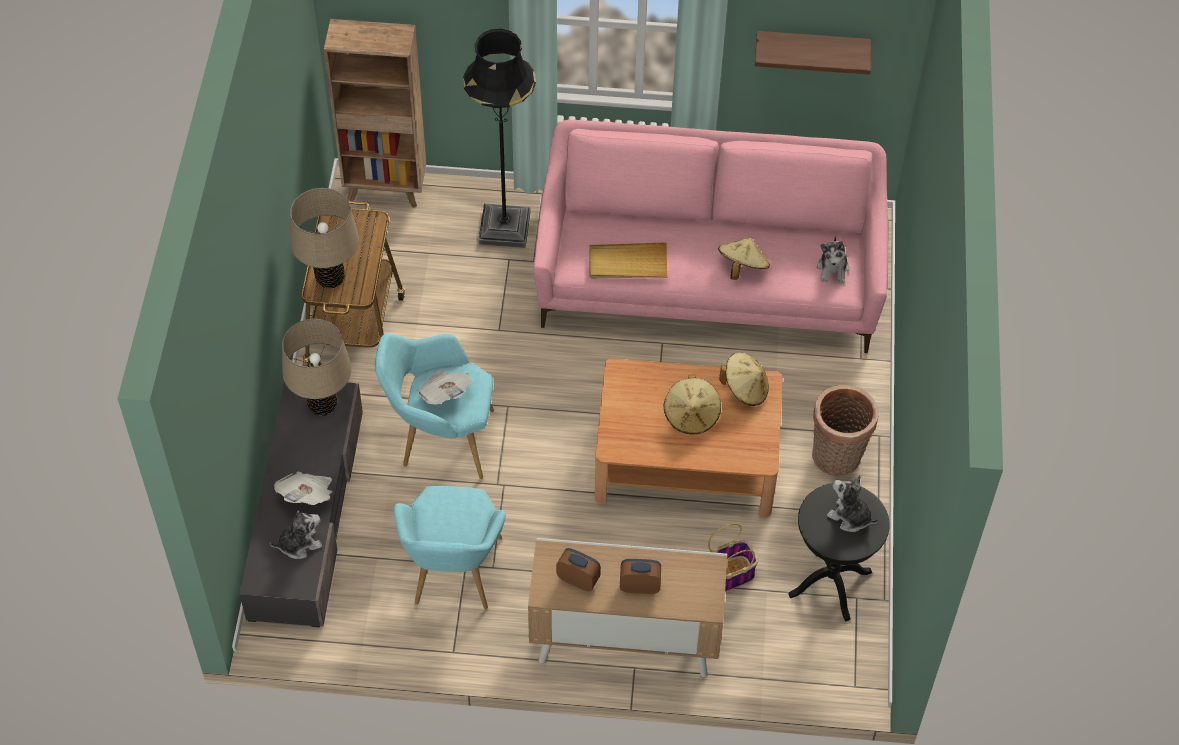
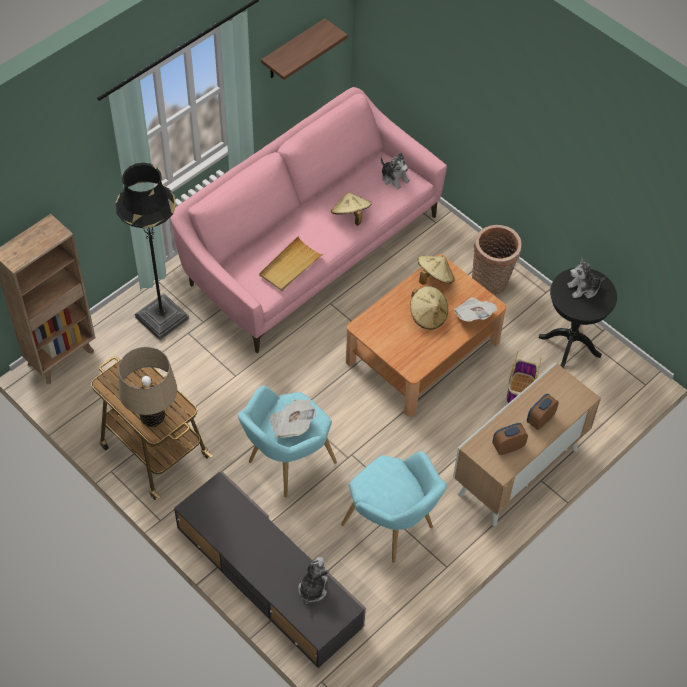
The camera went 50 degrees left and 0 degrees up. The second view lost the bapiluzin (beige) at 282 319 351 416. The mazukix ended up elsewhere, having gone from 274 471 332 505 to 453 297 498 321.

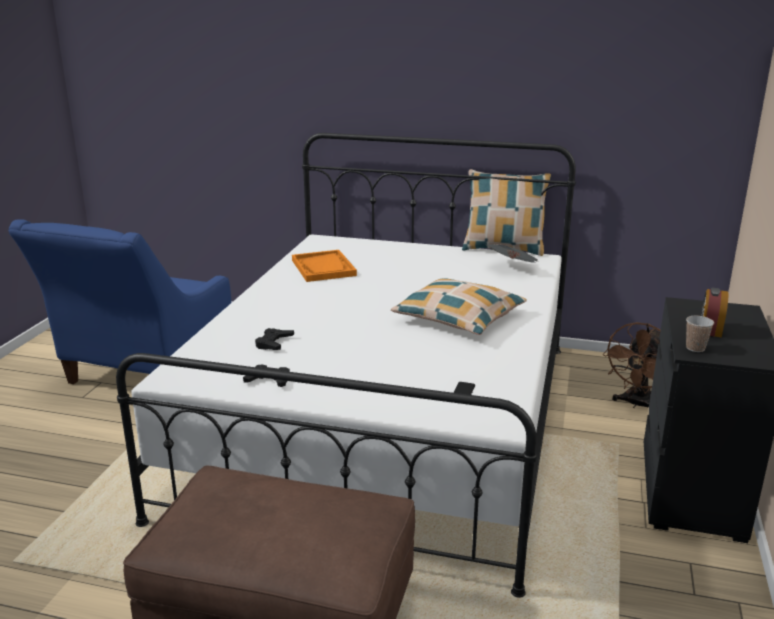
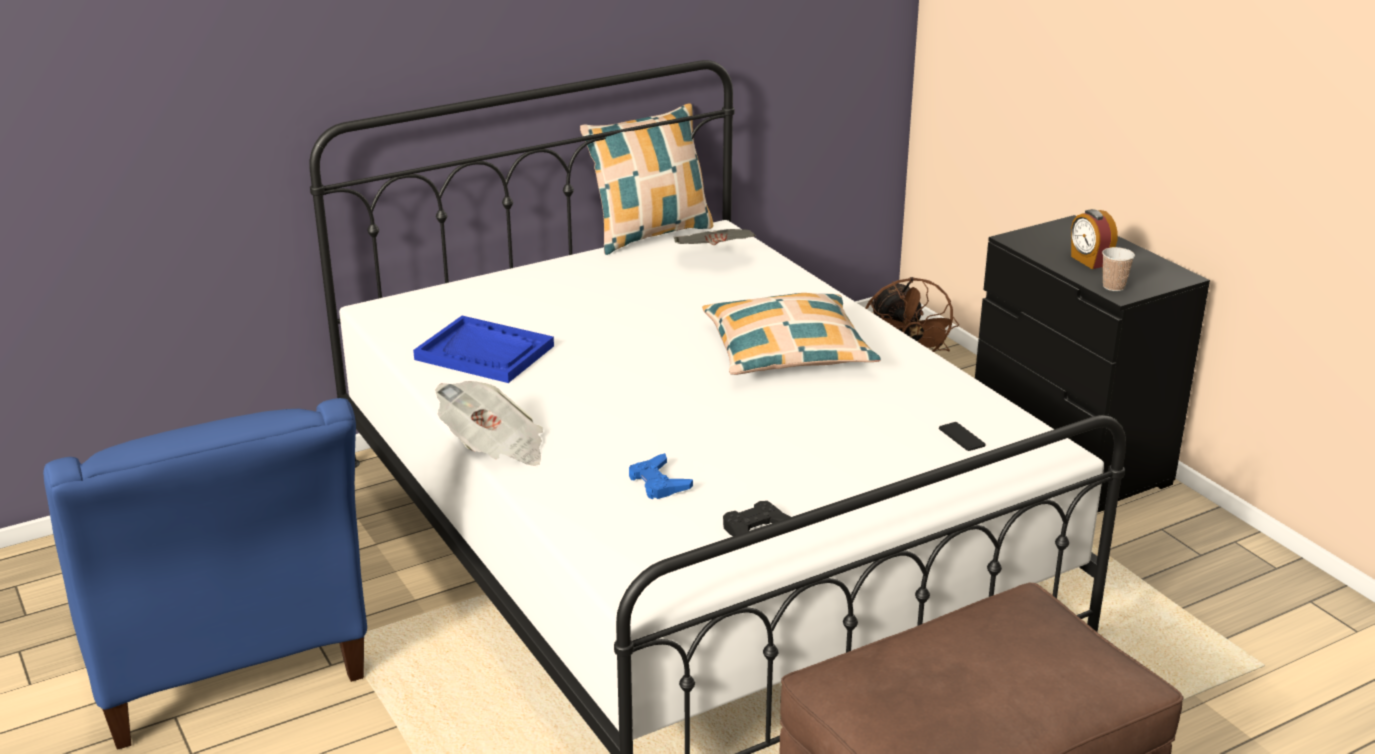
The camera went 45 degrees left and 5 degrees up. The second view gained the mazukix at 435 381 543 466. What was the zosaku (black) at 255 328 294 350 turned into the zosaku (blue) at 629 453 693 499. What was the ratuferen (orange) at 292 250 357 282 turned into the ratuferen (blue) at 413 316 554 383.

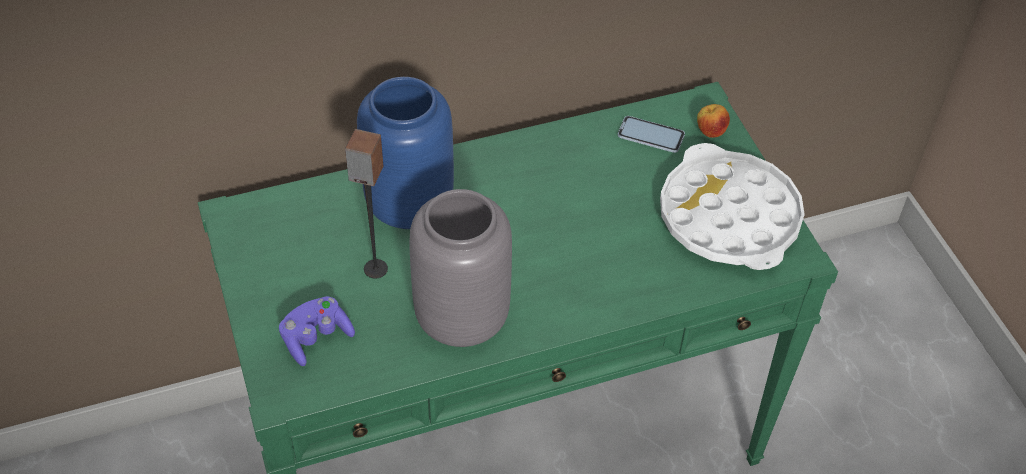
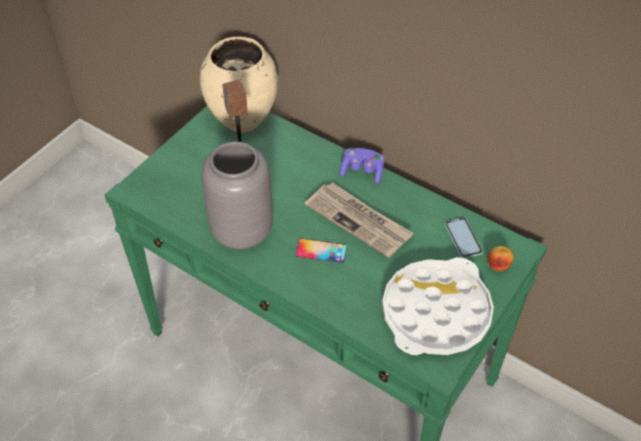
The camera went 55 degrees right and 0 degrees up. The second view lost the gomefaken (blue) at 357 77 454 229. The second view gained the gomefaken (beige) at 200 36 278 132. The second view gained the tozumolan at 296 238 347 263. The second view gained the mazukix at 305 182 413 258. The zosaku (purple) ended up elsewhere, having gone from 279 296 355 366 to 340 148 384 184.

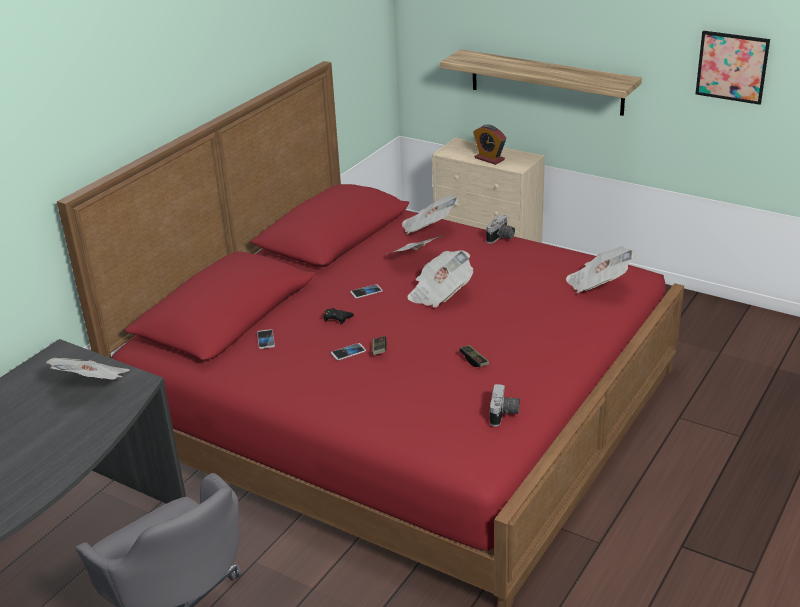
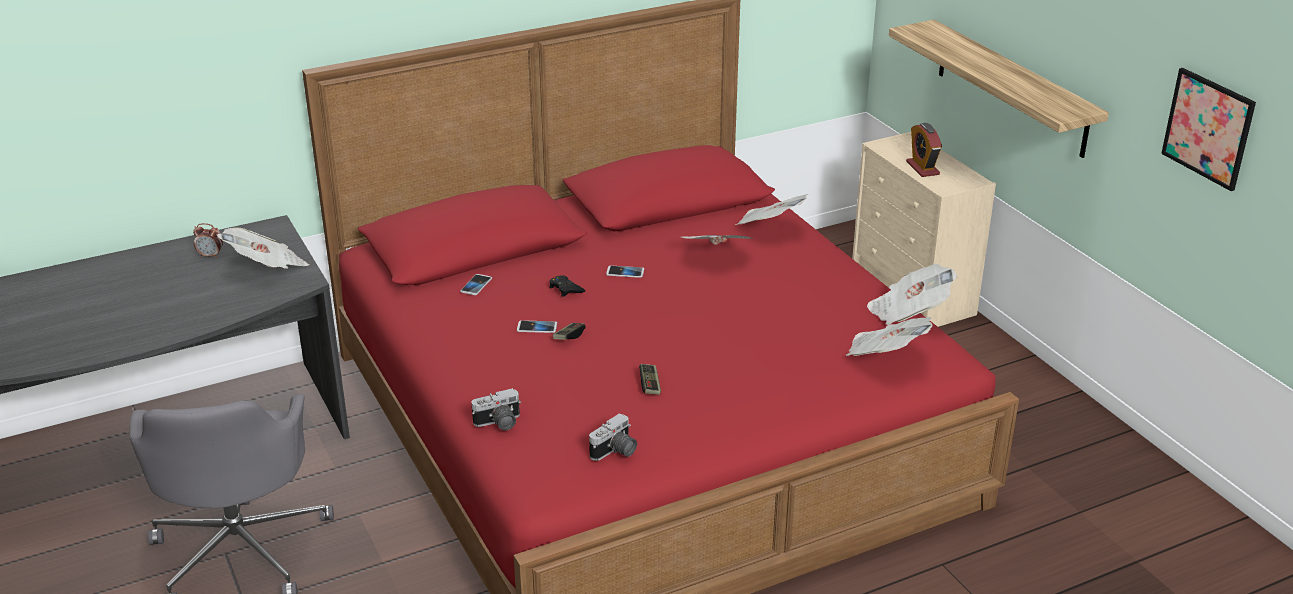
The camera went 30 degrees right and 0 degrees up. The second view gained the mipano at 193 223 223 258. The mazukix ended up elsewhere, having gone from 407 250 473 307 to 867 264 957 325. The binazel ended up elsewhere, having gone from 486 215 515 244 to 471 388 521 430.

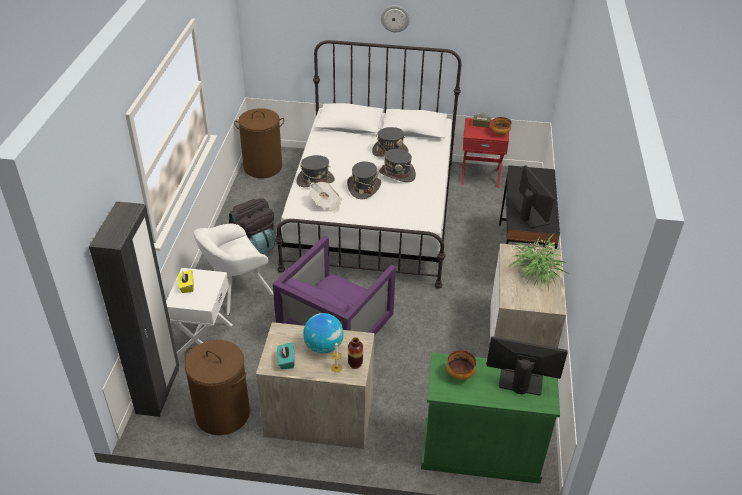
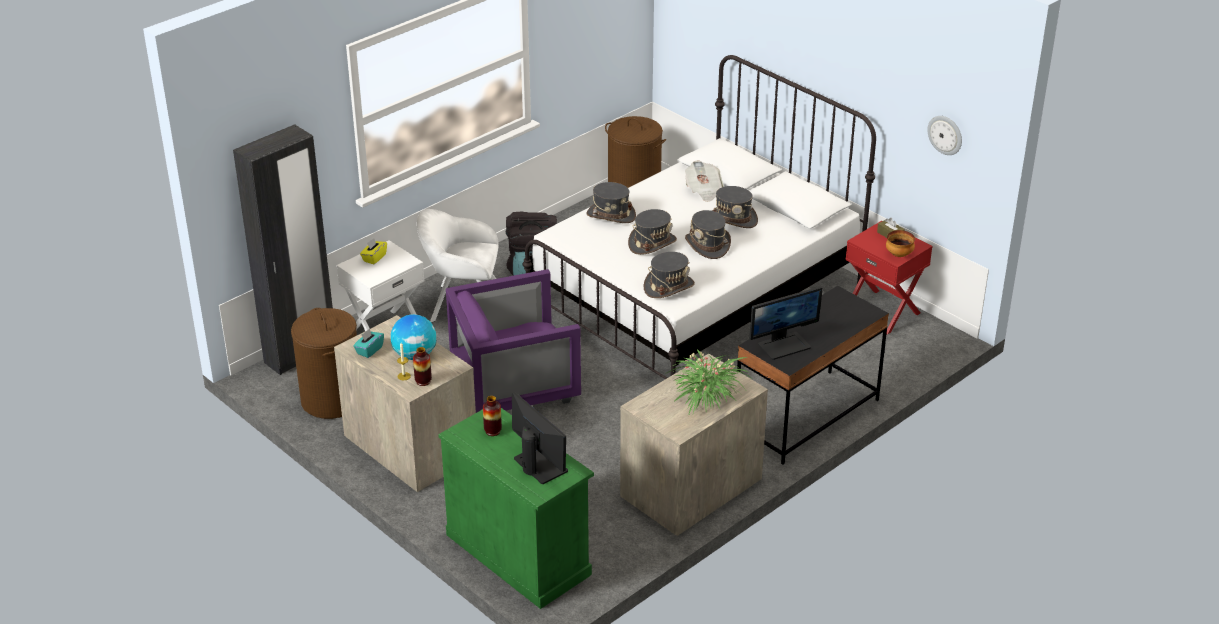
The camera went 40 degrees right and 5 degrees down. The second view gained the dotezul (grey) at 644 252 695 298. The mazukix ended up elsewhere, having gone from 309 182 342 212 to 685 160 724 202. The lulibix ended up elsewhere, having gone from 381 5 410 33 to 927 116 962 155. Where the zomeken stood at 446 350 476 380, the gomefaken came to stand at 483 396 502 436. The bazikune at 516 165 555 228 ended up facing another way, 45 degrees clockwise from before.

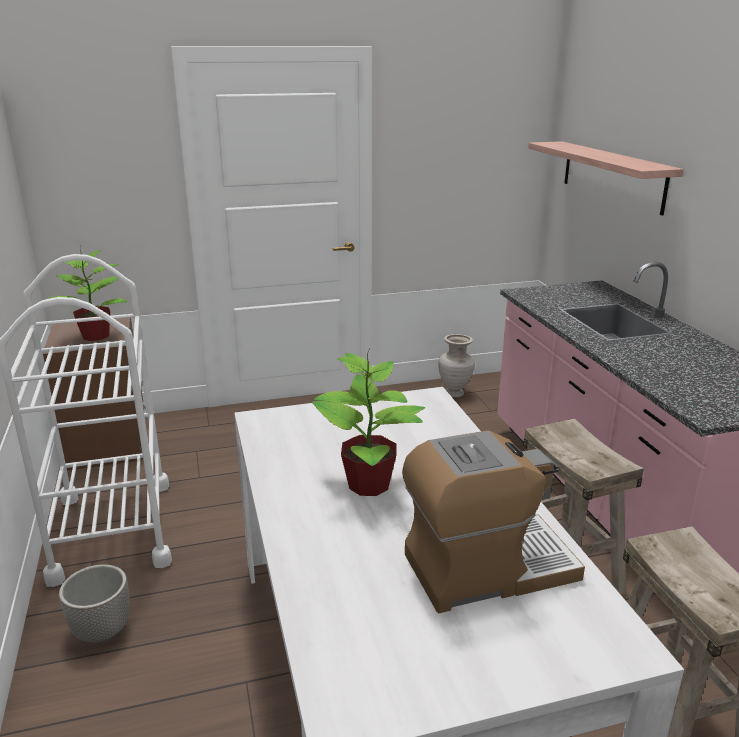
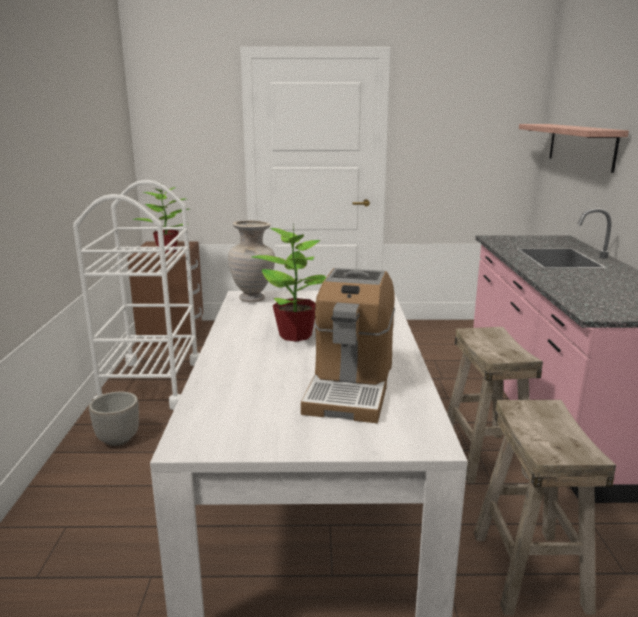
The camera went 15 degrees right and 5 degrees down. The gomefaken (beige) ended up elsewhere, having gone from 438 334 475 397 to 228 221 275 302. The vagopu at 402 430 585 613 ended up facing another way, 105 degrees clockwise from before.

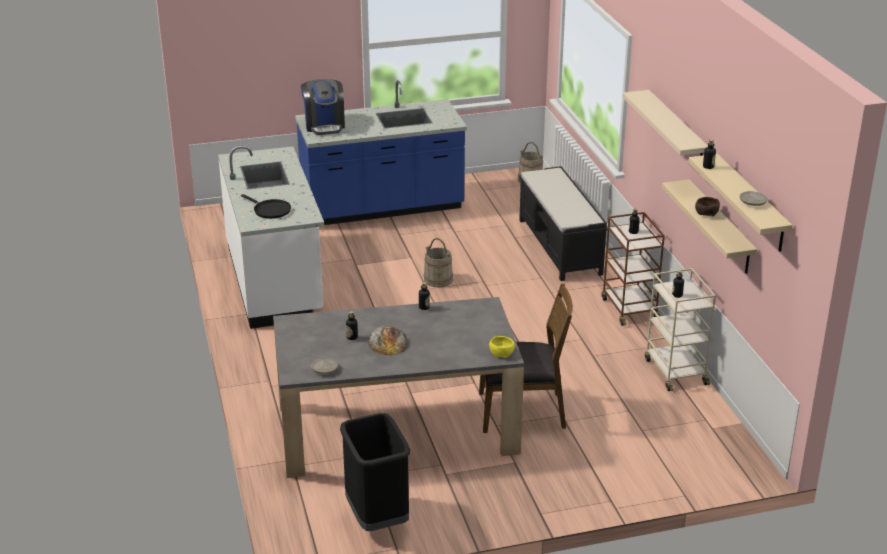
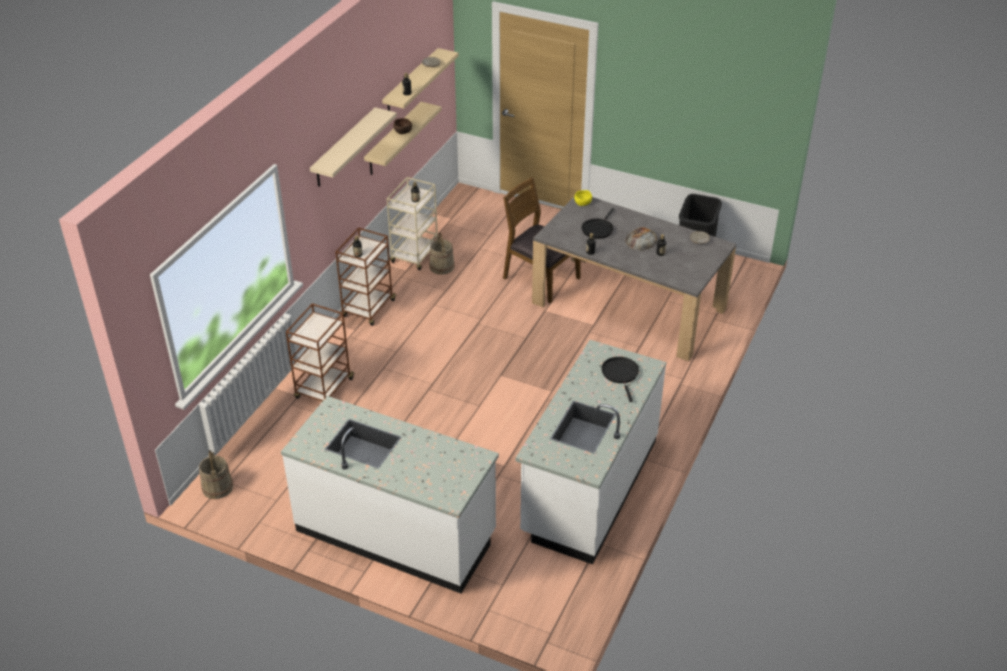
The camera went 140 degrees left and 10 degrees up. The second view lost the vagopu at 301 79 345 135. The second view gained the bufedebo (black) at 582 208 615 239. The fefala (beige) ended up elsewhere, having gone from 424 238 453 288 to 429 233 455 275. Where the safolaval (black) stood at 519 166 608 281, the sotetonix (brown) came to stand at 286 303 355 402. What was the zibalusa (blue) at 295 80 467 225 turned into the zibalusa (white) at 281 396 499 593.

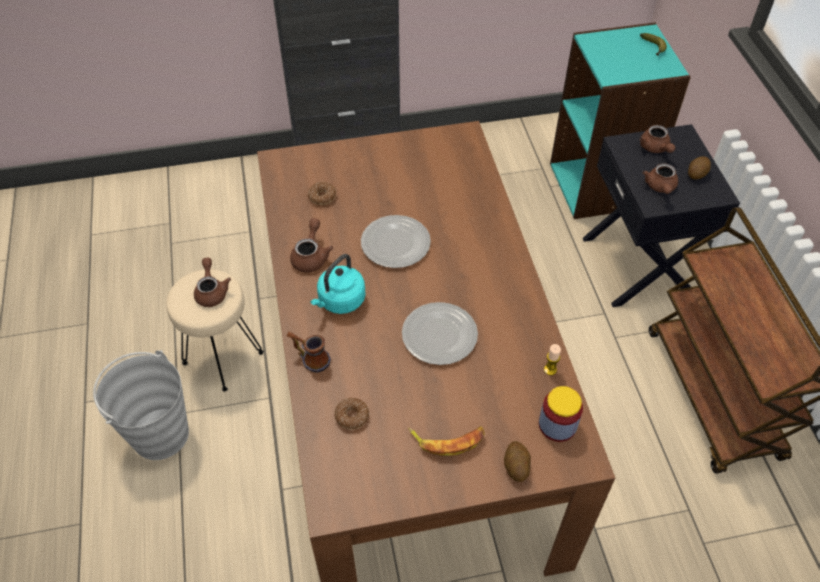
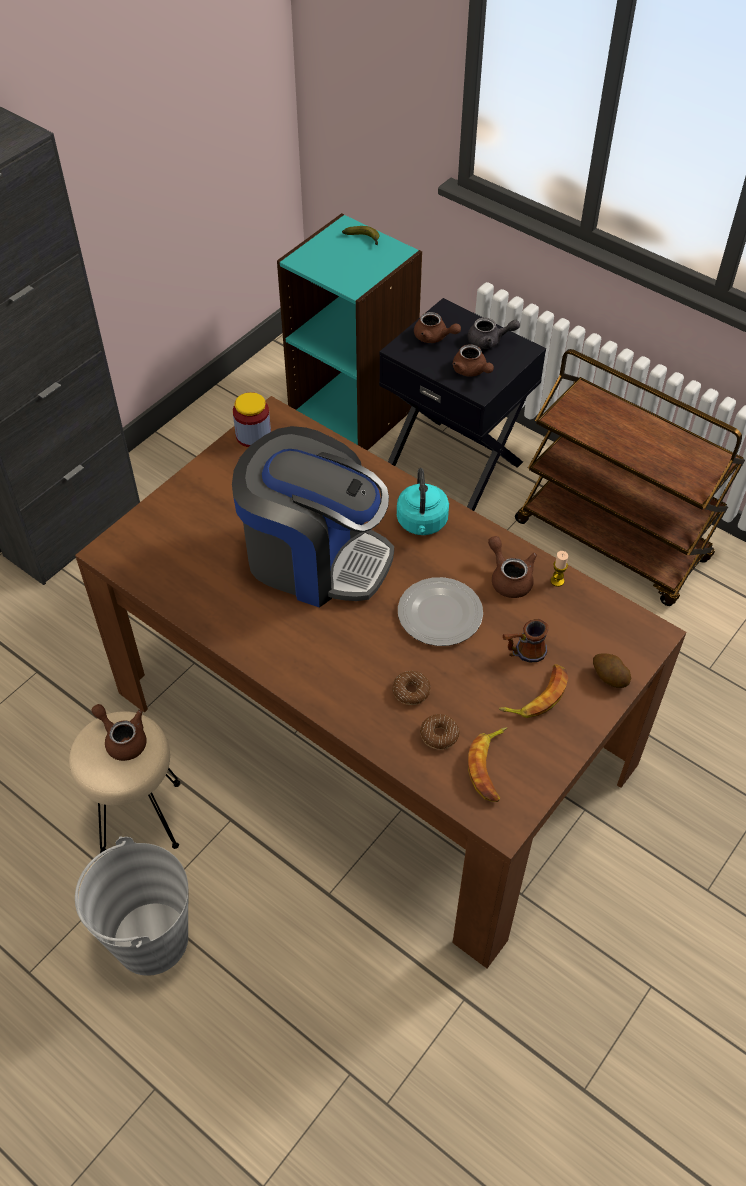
The camera went 40 degrees left and 0 degrees up. The second view gained the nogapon at 468 727 507 802. The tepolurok ended up elsewhere, having gone from 287 331 331 373 to 503 619 549 663. The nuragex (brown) ended up elsewhere, having gone from 290 218 333 272 to 488 536 537 598. The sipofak ended up elsewhere, having gone from 308 182 336 205 to 392 671 431 705. The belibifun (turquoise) ended up elsewhere, having gone from 310 254 366 314 to 397 468 449 535. The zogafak ended up elsewhere, having gone from 539 386 583 442 to 233 392 271 447. Where the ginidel stood at 361 215 431 268, the vagopu came to stand at 232 426 394 608. Where the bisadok stood at 688 156 711 179, the nuragex (grey) came to stand at 467 318 520 349.

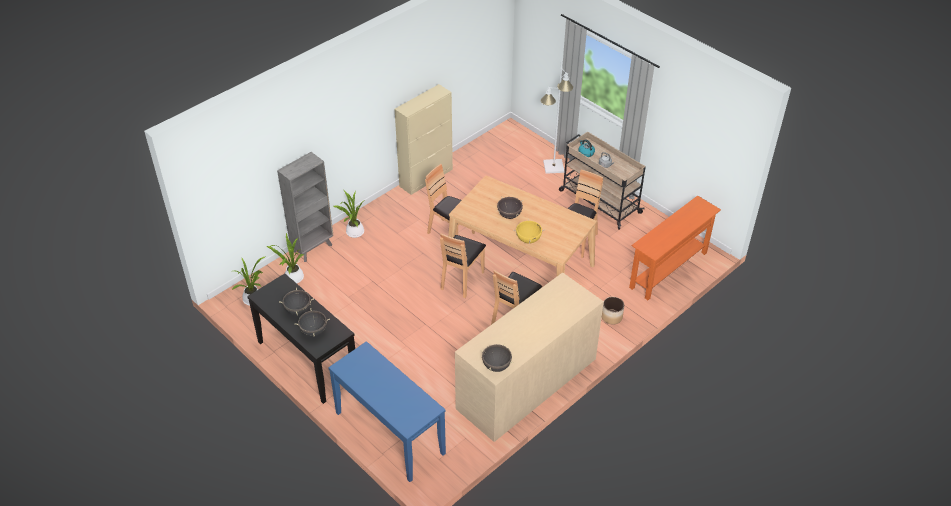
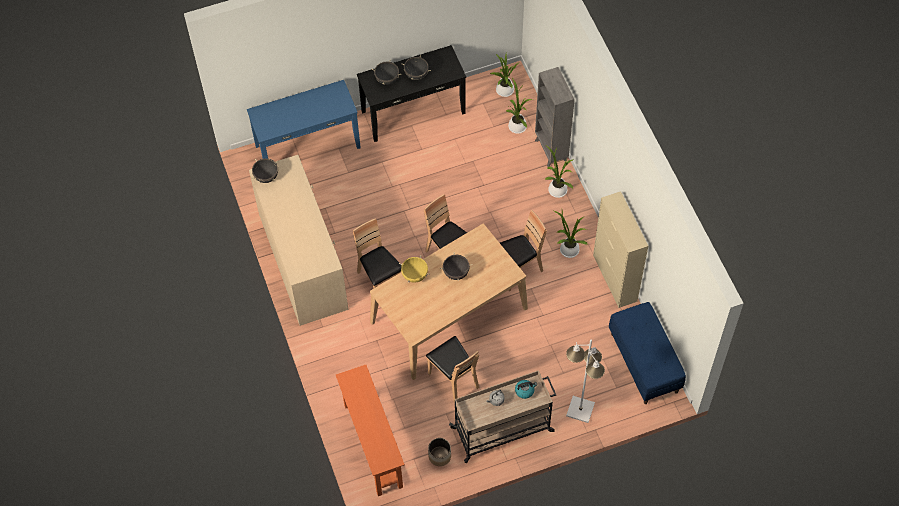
The camera went 115 degrees right and 15 degrees up. The second view gained the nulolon at 554 210 588 258. The second view gained the safolaval (blue) at 609 302 686 404. The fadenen ended up elsewhere, having gone from 602 297 624 325 to 428 438 451 466.

